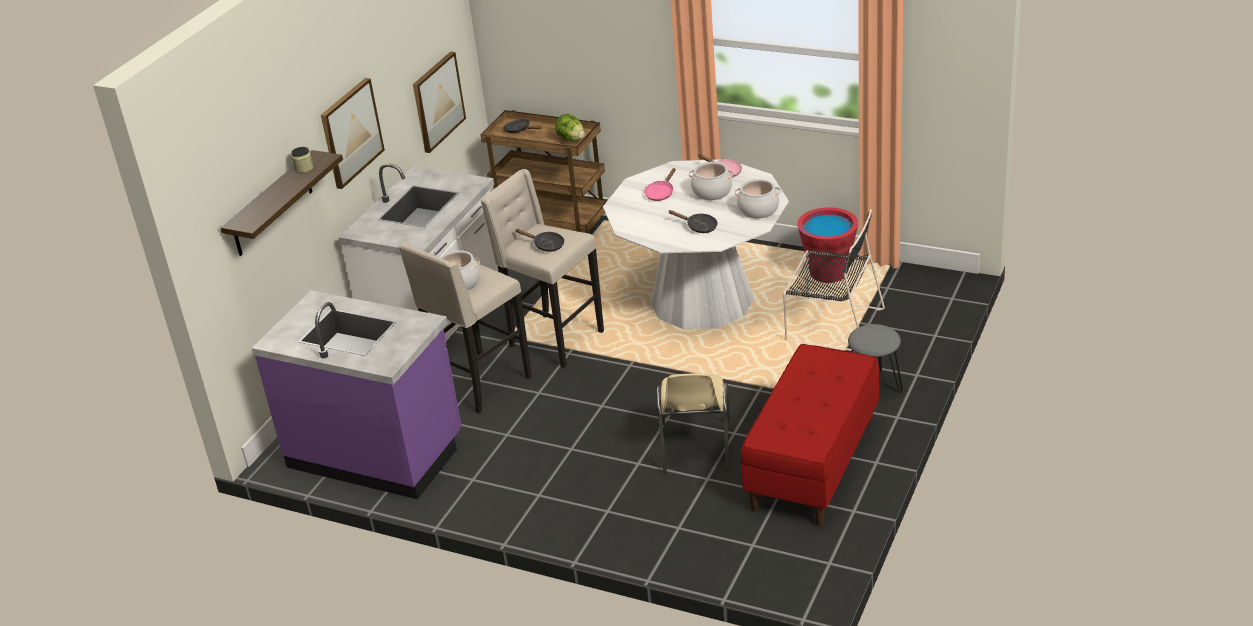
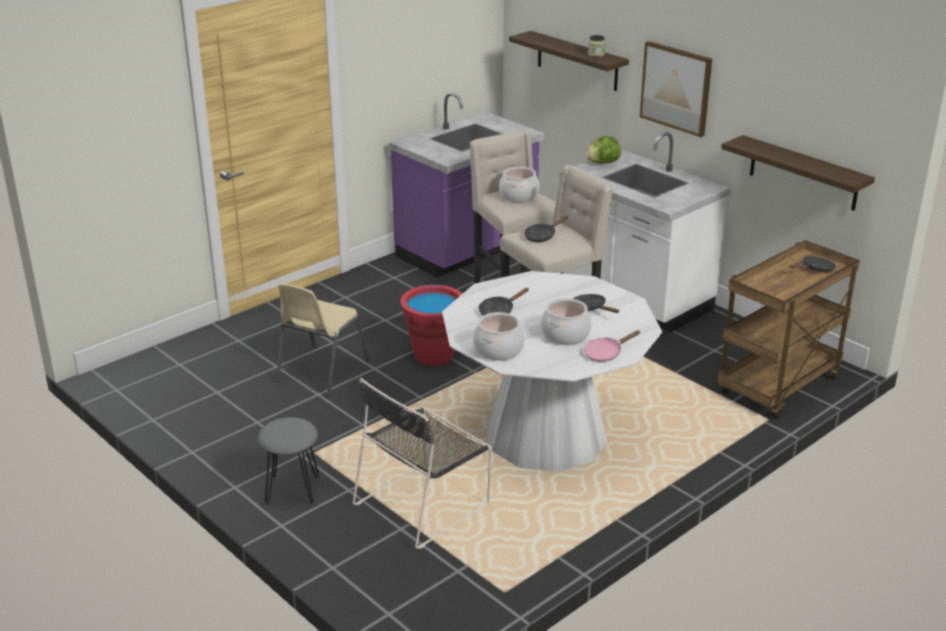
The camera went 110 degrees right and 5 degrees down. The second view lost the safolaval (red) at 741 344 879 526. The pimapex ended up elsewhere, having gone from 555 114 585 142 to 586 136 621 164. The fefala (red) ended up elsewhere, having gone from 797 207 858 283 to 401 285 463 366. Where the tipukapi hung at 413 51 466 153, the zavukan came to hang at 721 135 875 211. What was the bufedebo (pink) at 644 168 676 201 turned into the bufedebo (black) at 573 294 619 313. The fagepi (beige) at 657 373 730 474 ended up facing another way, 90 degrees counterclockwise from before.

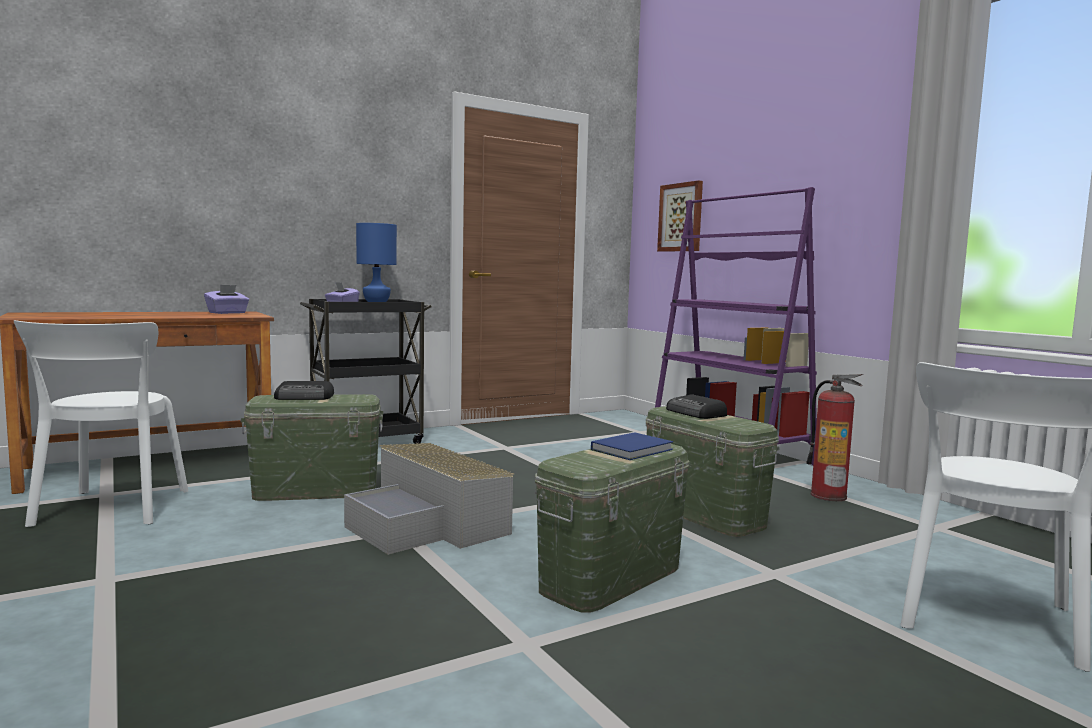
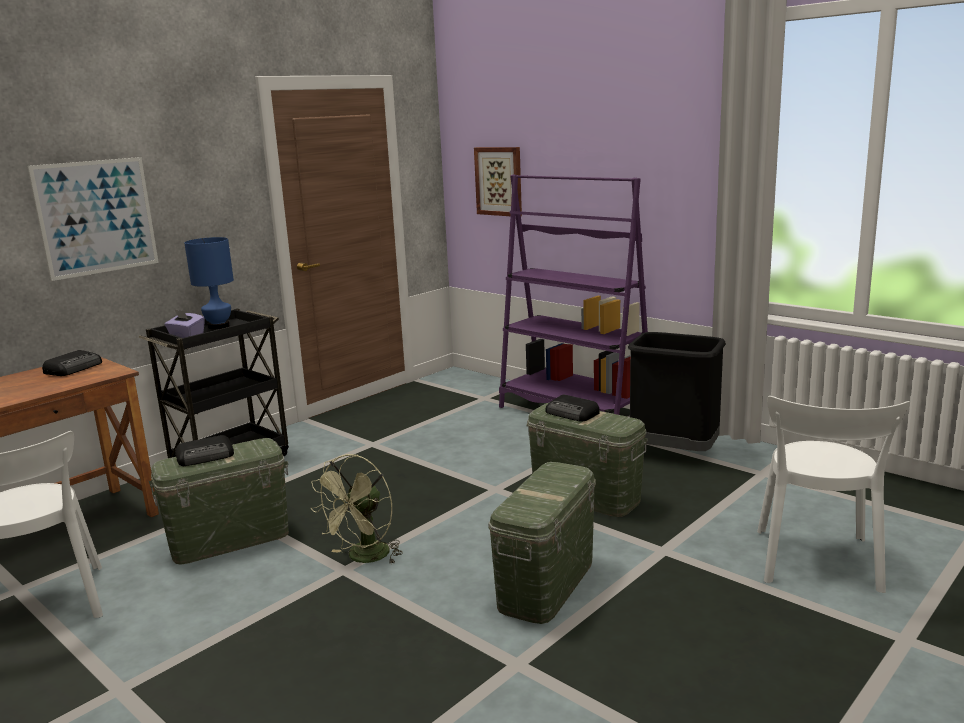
The camera went 15 degrees left and 10 degrees up. The second view lost the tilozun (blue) at 591 432 673 460. The second view gained the tipukapi at 27 157 159 281. Where the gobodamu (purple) stood at 204 285 249 314, the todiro came to stand at 42 350 102 376. Where the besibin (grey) stood at 344 443 514 555, the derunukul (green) came to stand at 311 454 403 565. Where the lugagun stood at 806 374 863 501, the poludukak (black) came to stand at 628 332 726 451.

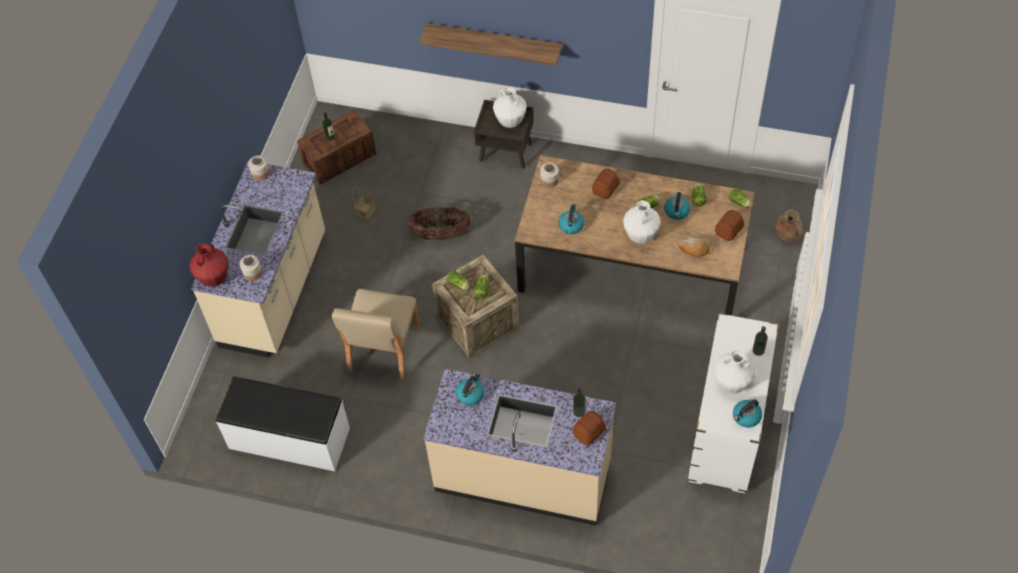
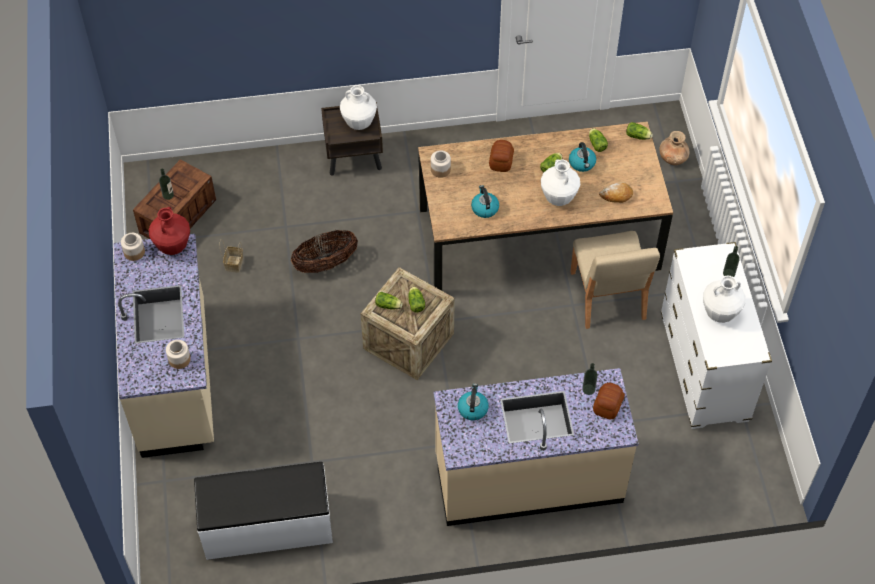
The camera went 25 degrees left and 0 degrees up. The second view lost the zavukan at 419 23 562 66. The second view lost the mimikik at 715 210 744 241. The second view lost the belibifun at 733 399 762 427. The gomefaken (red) ended up elsewhere, having gone from 190 243 228 287 to 149 207 190 255. The fagepi (beige) ended up elsewhere, having gone from 332 289 419 381 to 570 231 660 329.

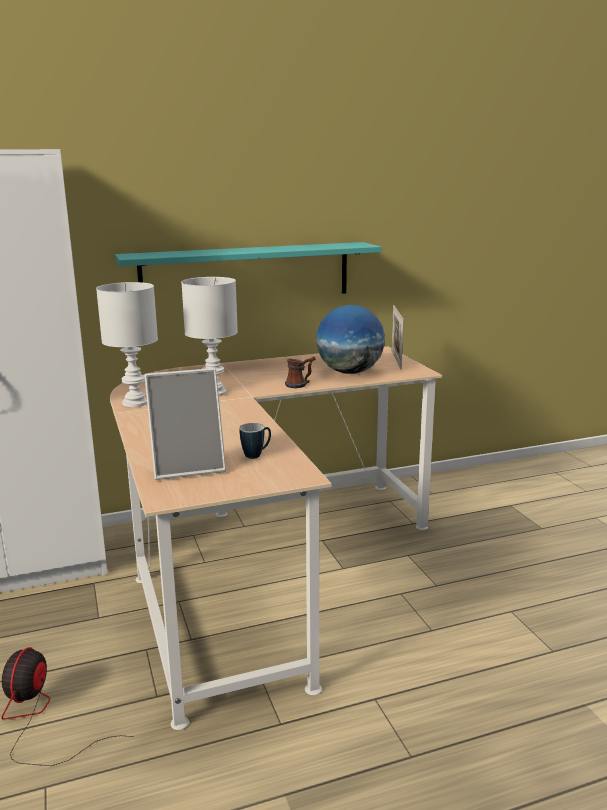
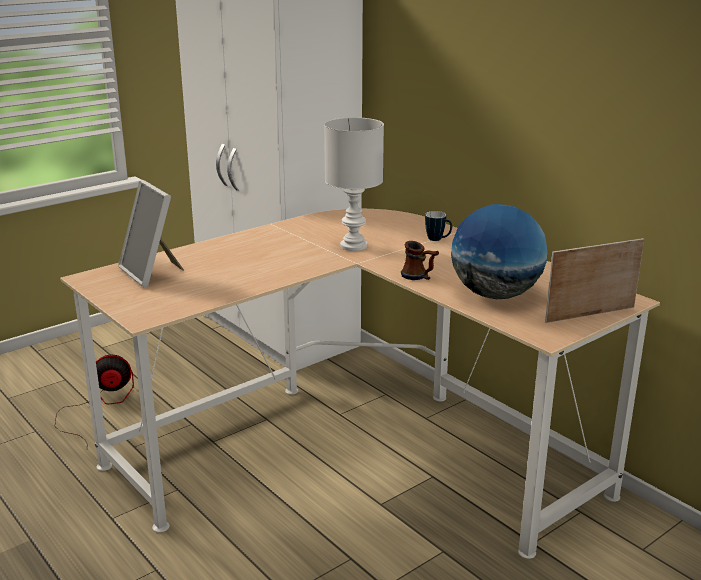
The camera went 70 degrees right and 5 degrees up. The second view lost the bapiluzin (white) at 96 282 158 407. The second view lost the zavukan (turquoise) at 115 242 382 294. The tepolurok ended up elsewhere, having gone from 239 423 271 459 to 425 211 452 241.

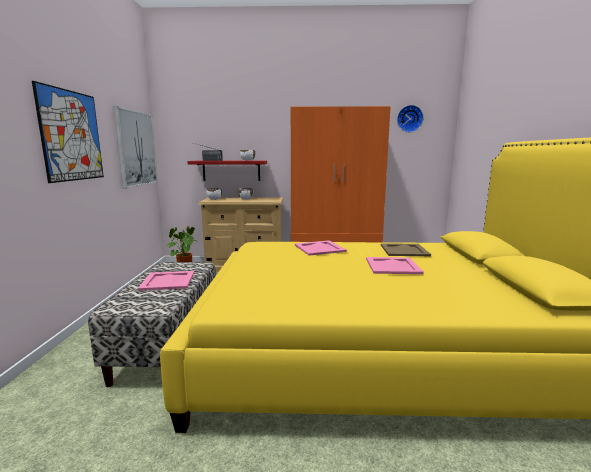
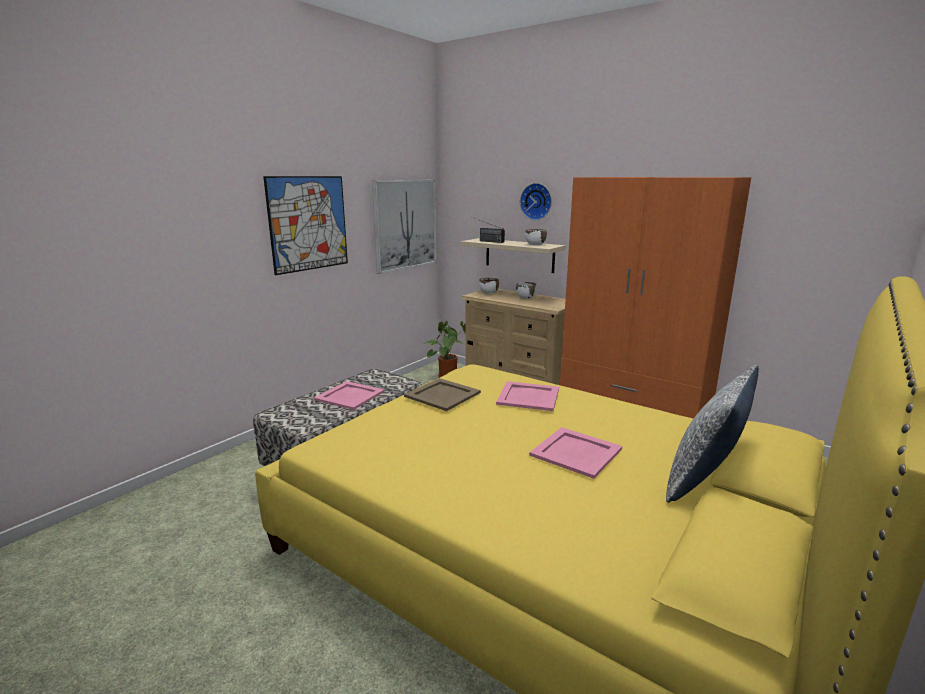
The camera went 35 degrees right and 5 degrees up. The second view gained the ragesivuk at 666 365 759 503. The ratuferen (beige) ended up elsewhere, having gone from 381 243 431 256 to 404 378 481 411. The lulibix ended up elsewhere, having gone from 397 105 424 132 to 520 183 552 220. What was the zavukan (red) at 187 161 267 181 turned into the zavukan (beige) at 461 238 565 273.

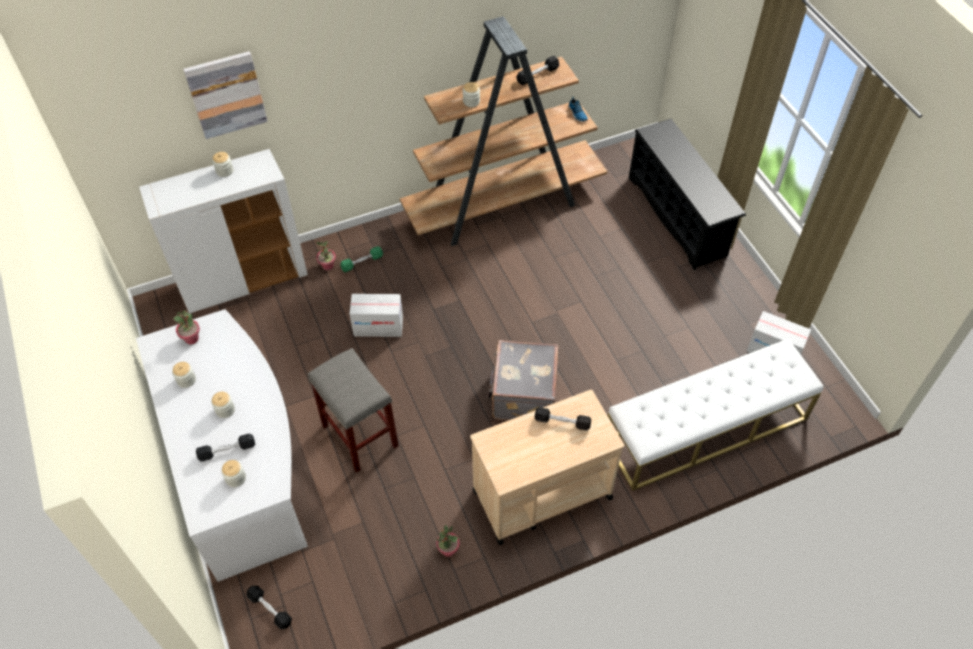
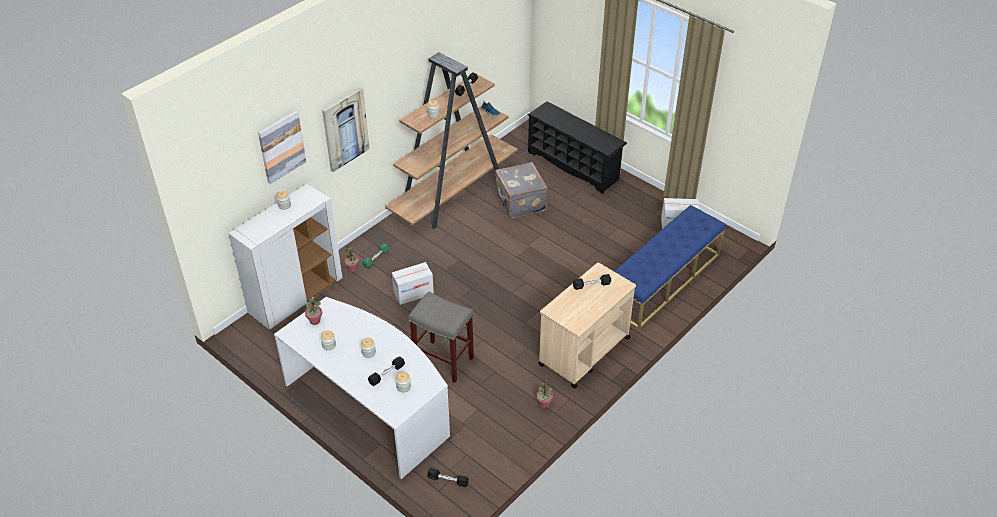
The camera went 25 degrees left and 10 degrees down. The second view gained the tipukapi at 322 87 370 172. The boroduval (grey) ended up elsewhere, having gone from 488 340 559 420 to 495 162 548 218. What was the safolaval (white) at 608 338 824 491 turned into the safolaval (blue) at 614 205 725 329.

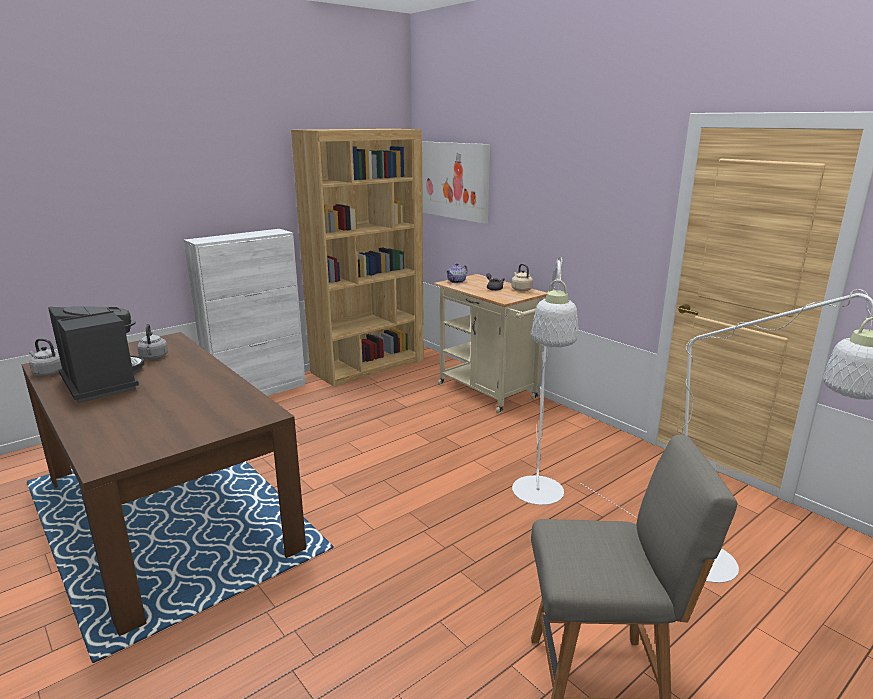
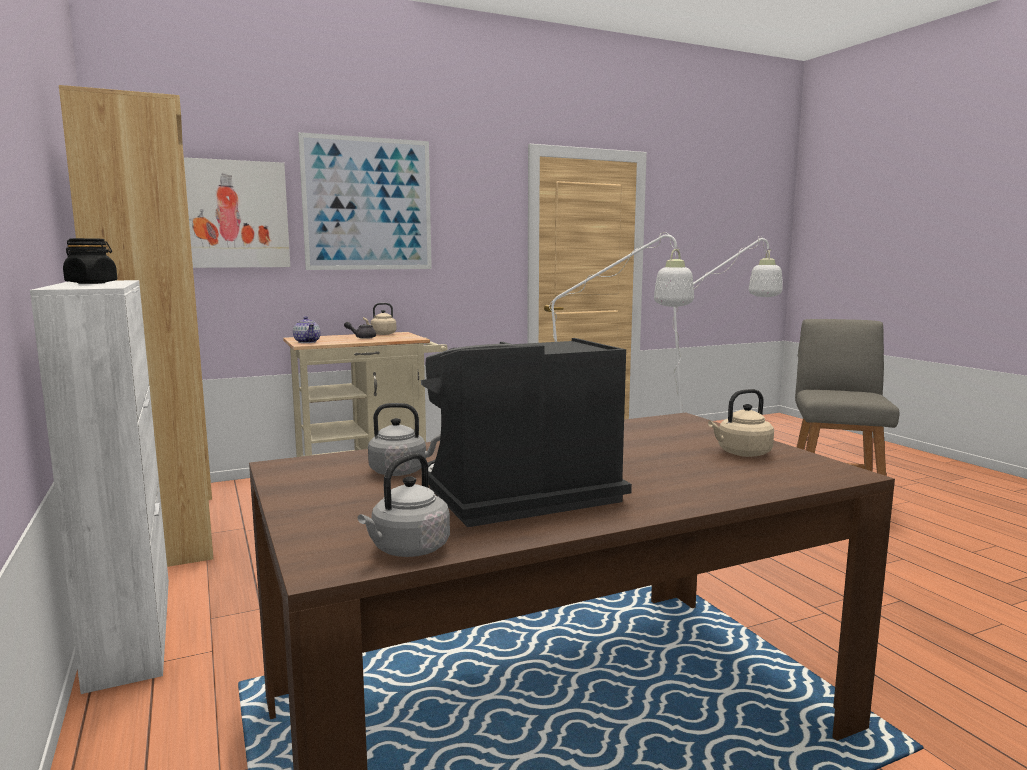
The camera went 75 degrees left and 10 degrees down. The second view gained the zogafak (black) at 63 238 117 284. The second view gained the tipukapi at 298 132 432 270. The second view gained the belibifun (beige) at 708 389 774 457.

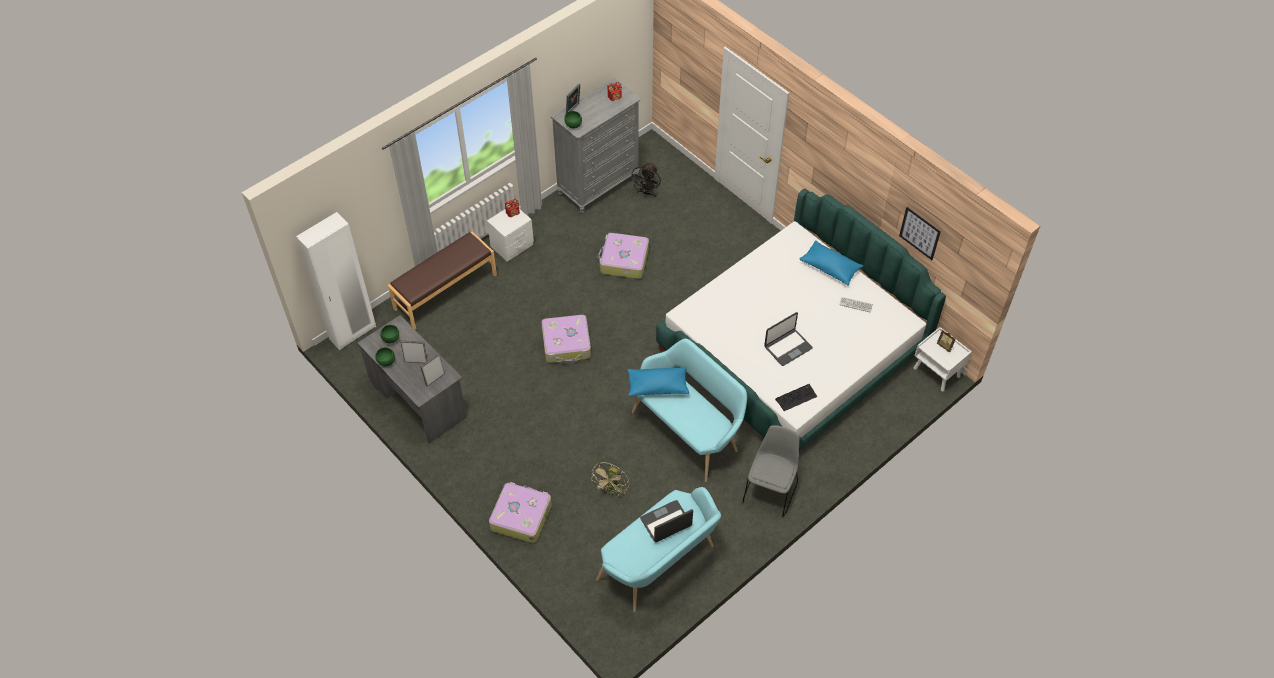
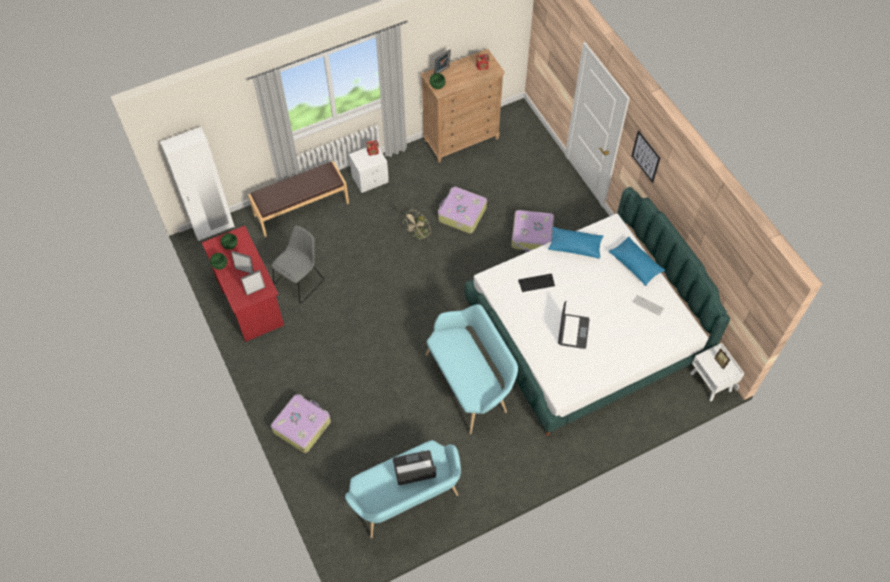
The camera went 15 degrees right and 5 degrees up. The second view lost the derunukul (black) at 630 162 661 197. The boroduval ended up elsewhere, having gone from 541 315 591 363 to 511 210 554 252. The derunukul (beige) ended up elsewhere, having gone from 592 462 629 497 to 403 209 432 241. The ragesivuk (blue) ended up elsewhere, having gone from 627 366 689 396 to 548 227 603 259. The fagepi (grey) ended up elsewhere, having gone from 742 425 800 517 to 272 226 324 303. The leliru ended up elsewhere, having gone from 775 384 817 411 to 518 274 555 292. The tipukapi ended up elsewhere, having gone from 899 207 941 260 to 631 130 660 183. What was the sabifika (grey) at 357 315 467 444 turned into the sabifika (red) at 202 226 284 342. What was the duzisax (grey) at 551 78 640 213 turned into the duzisax (brown) at 421 49 505 163. The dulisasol at 764 312 812 366 ended up facing another way, 60 degrees counterclockwise from before.

